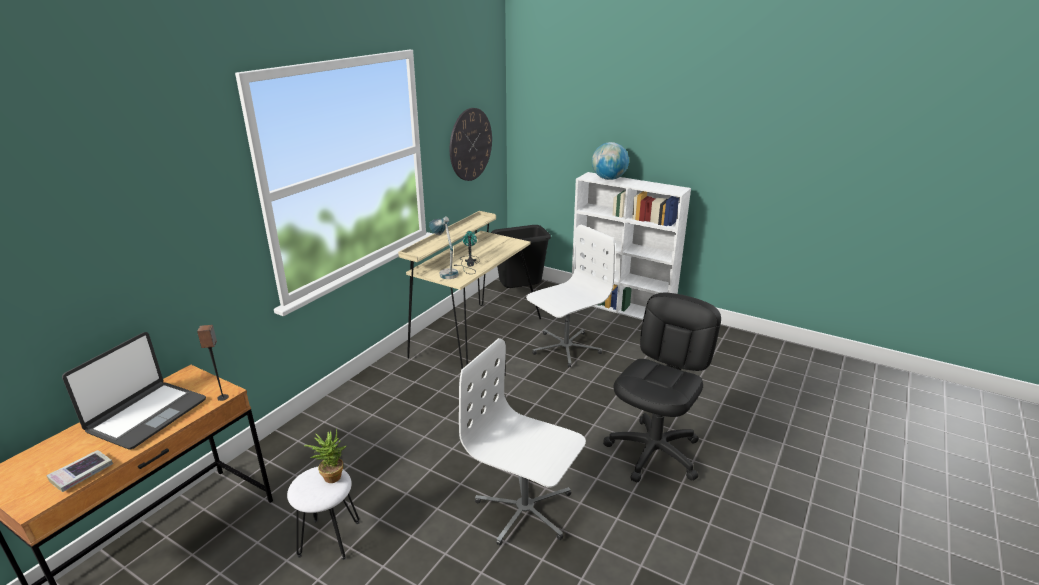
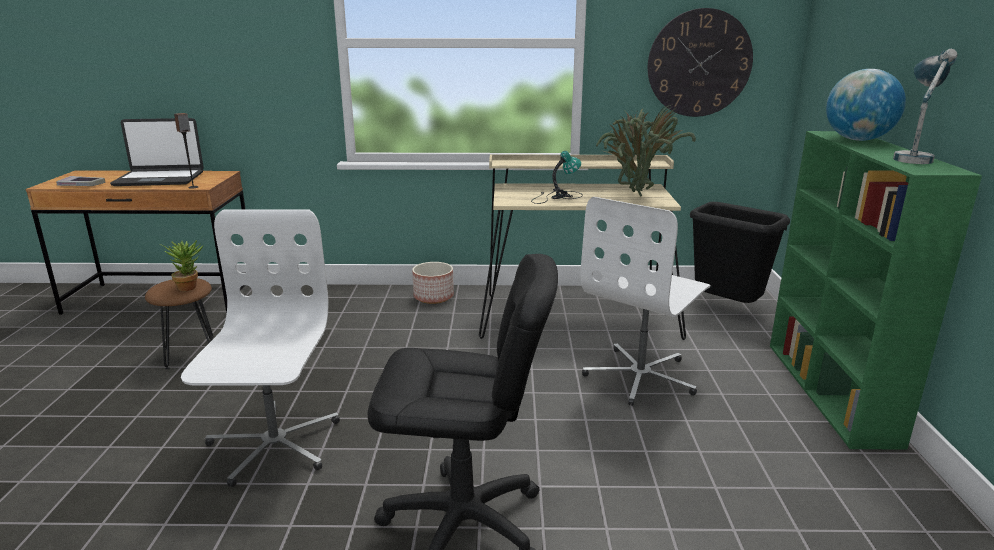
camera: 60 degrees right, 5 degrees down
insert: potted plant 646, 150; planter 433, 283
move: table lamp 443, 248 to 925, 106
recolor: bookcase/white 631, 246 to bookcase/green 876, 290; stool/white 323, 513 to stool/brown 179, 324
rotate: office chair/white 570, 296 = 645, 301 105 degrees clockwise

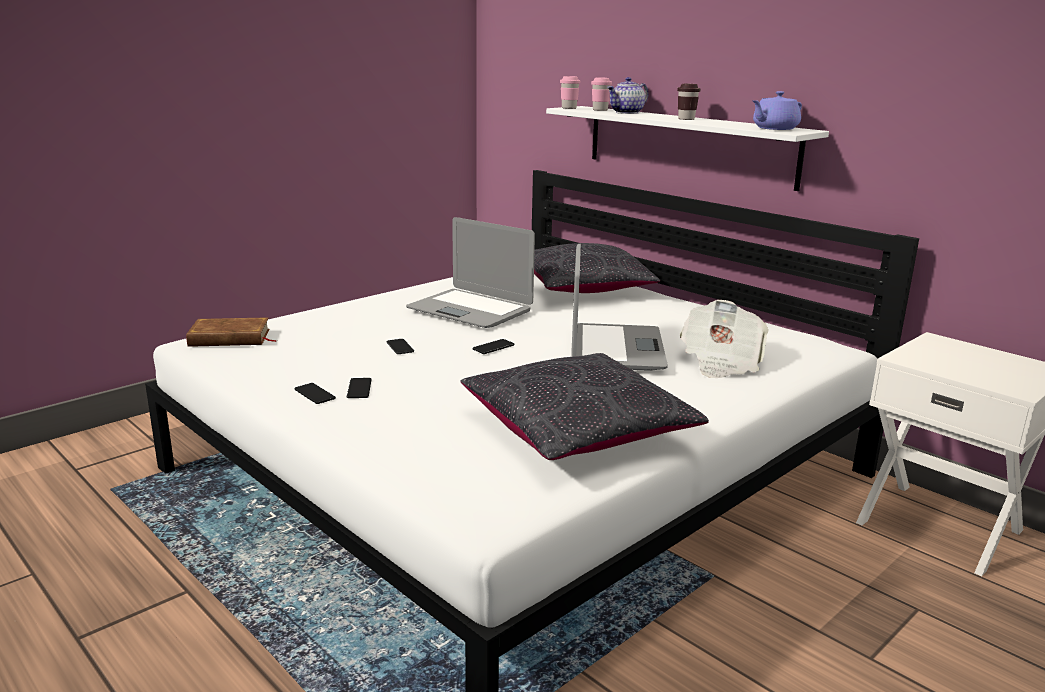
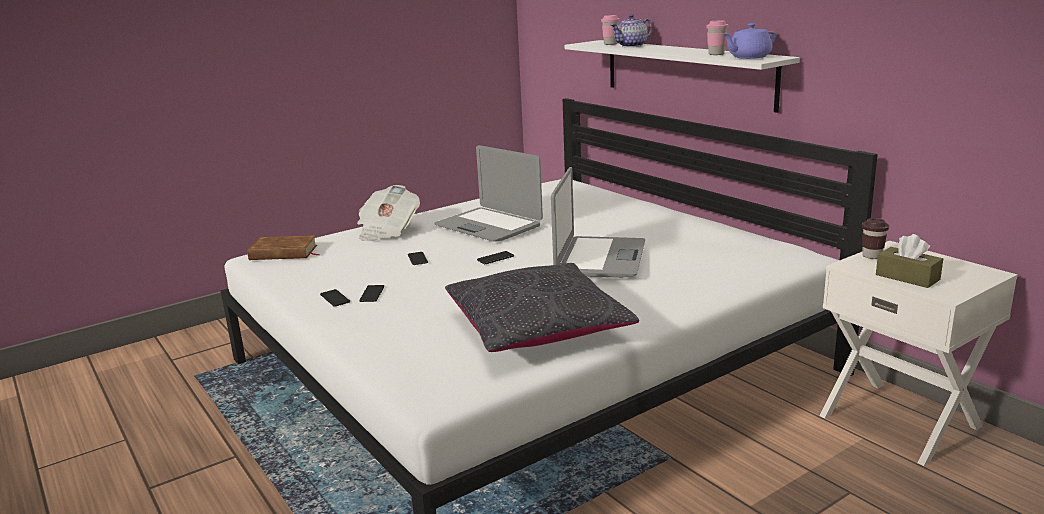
camera: 10 degrees right, 0 degrees up
delete: pillow/black 597, 268
insert: tissue box/brown 909, 261
move: cup/pink 570, 92 to 717, 37; cup/brown 689, 102 to 875, 238; newspaper 724, 339 to 388, 213

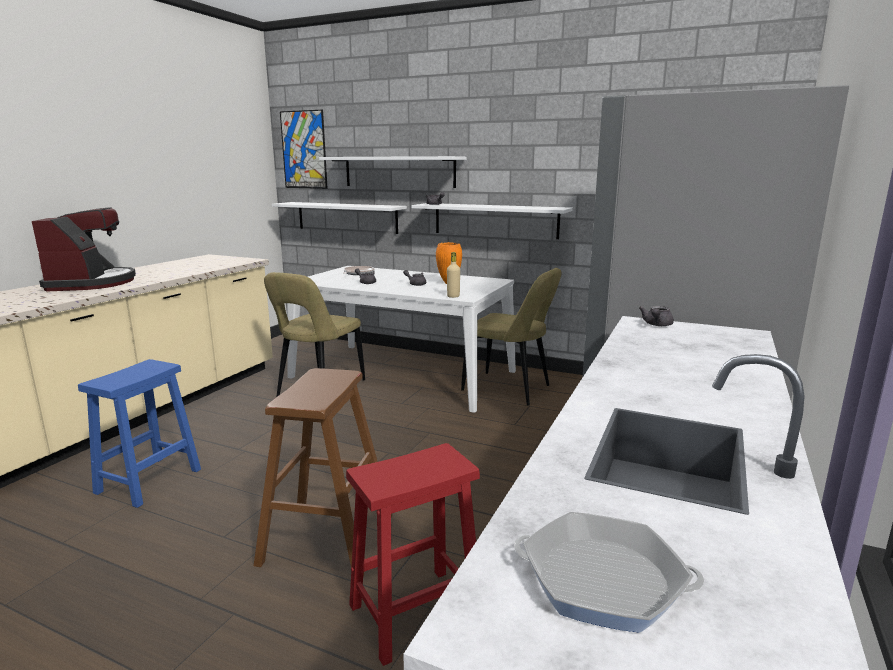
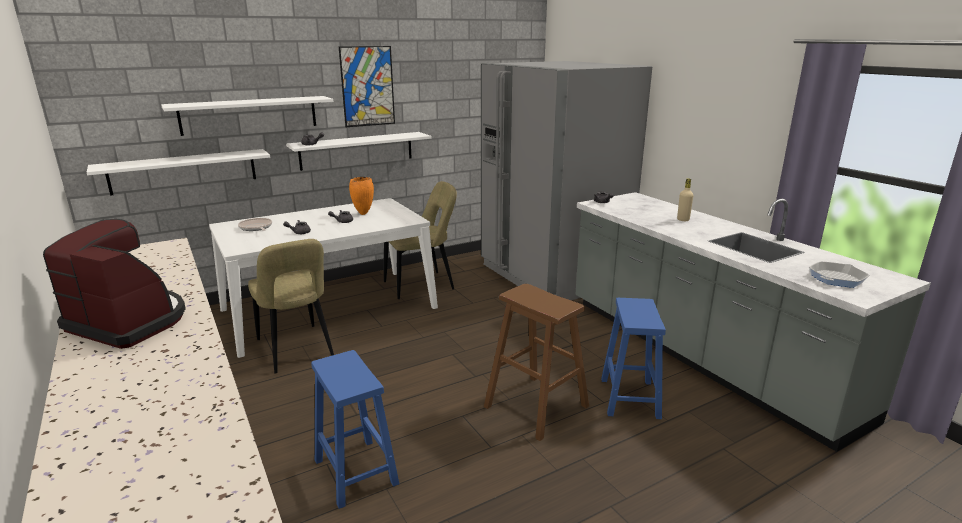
camera: 55 degrees left, 5 degrees up
move: picture 304, 149 to 367, 86; bottle/beige 453, 275 to 685, 199
recolor: stool/red 413, 554 to stool/blue 633, 358

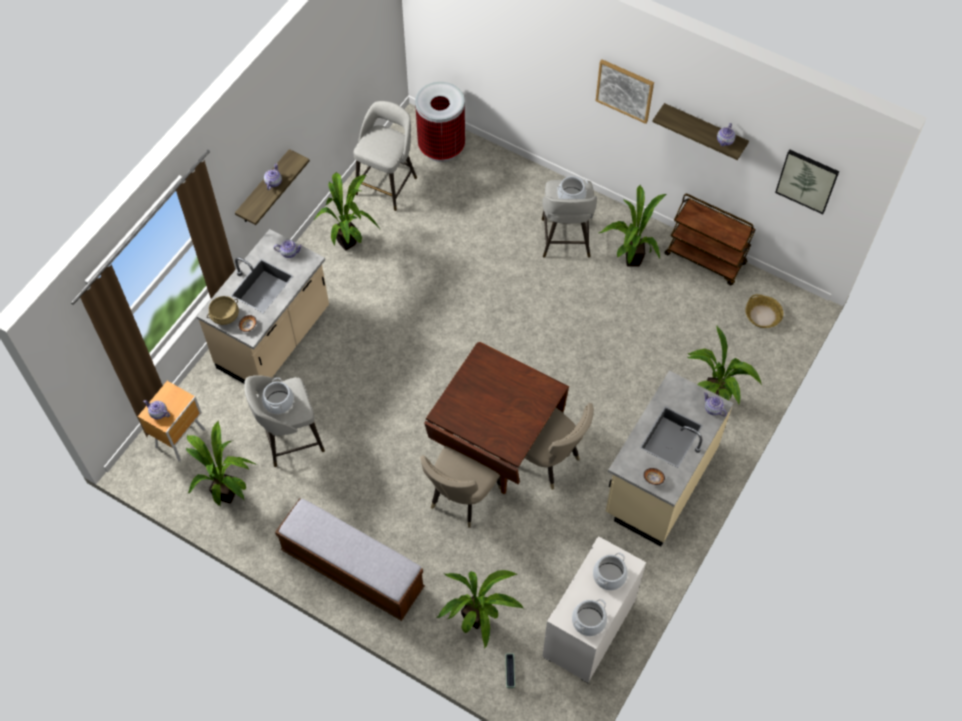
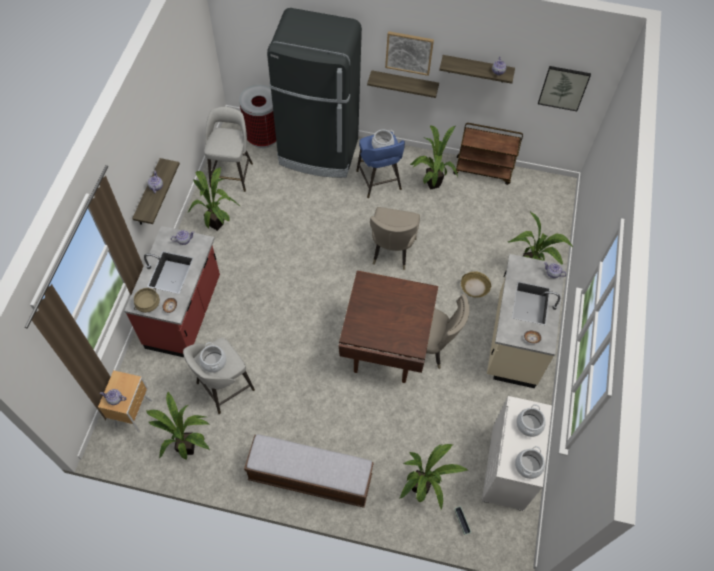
camera: 20 degrees left, 0 degrees up
insert: fridge/black 314, 93; shelf 403, 84
move: basket 764, 311 to 476, 284; chair/beige 460, 482 to 395, 238
recolor: stool/grey 569, 218 to stool/blue 380, 165; counter/beige 263, 306 to counter/red 172, 291

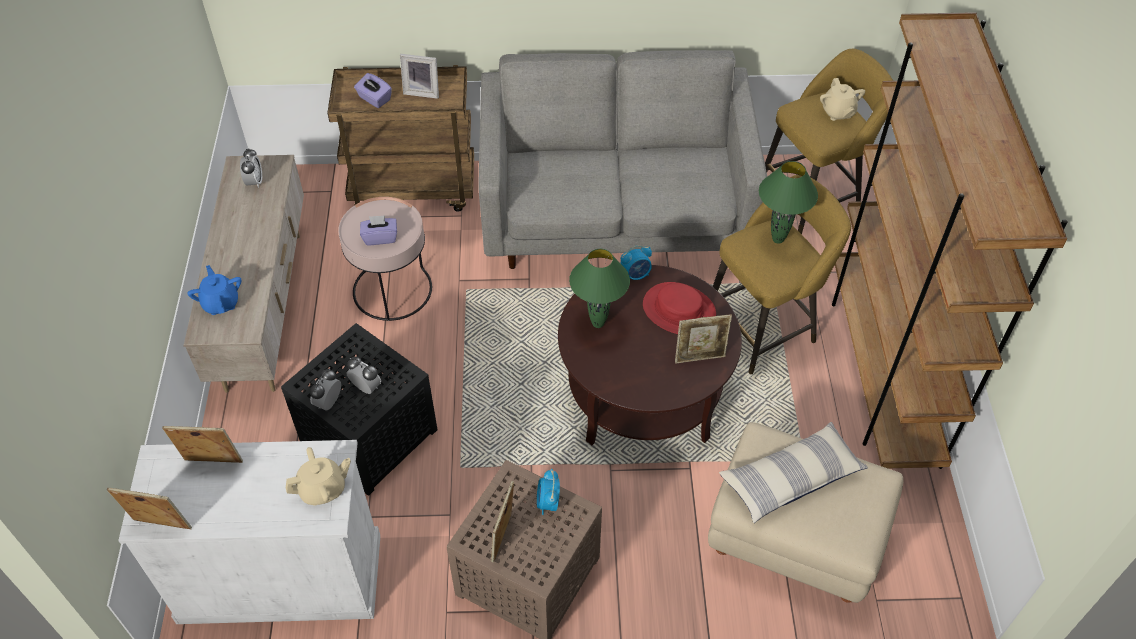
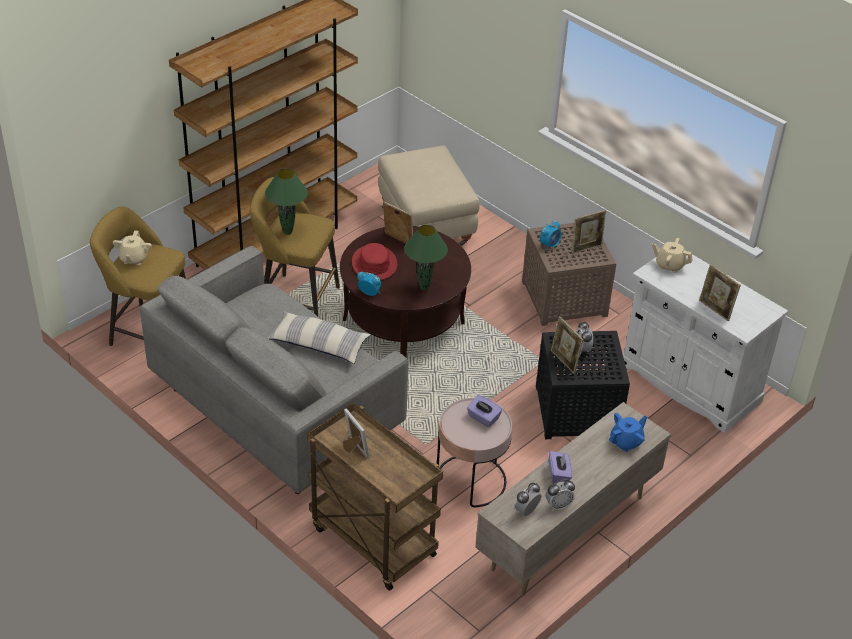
camera: 135 degrees left, 10 degrees down
move: tissue box/purple 373, 90 to 560, 467; alarm clock 325, 389 to 560, 495; pillow 793, 472 to 319, 337; picture frame 149, 508 to 567, 345
rotate: teapot/beige 842, 99 = 132, 248 150 degrees clockwise; teapot/blue 214, 290 = 628, 432 150 degrees counterclockwise

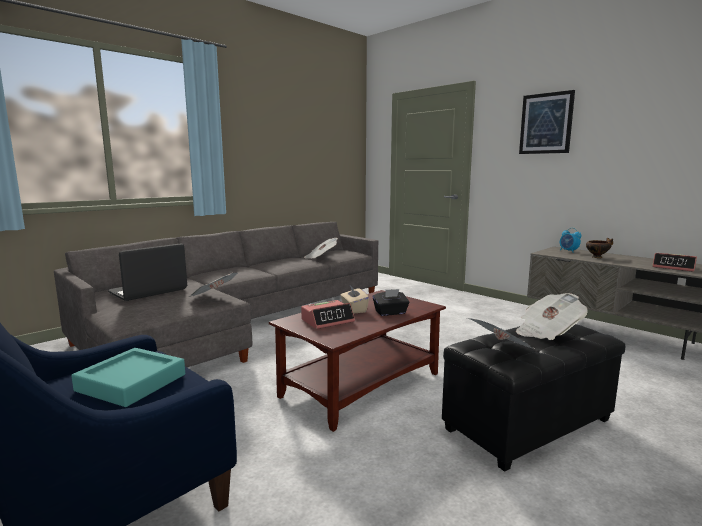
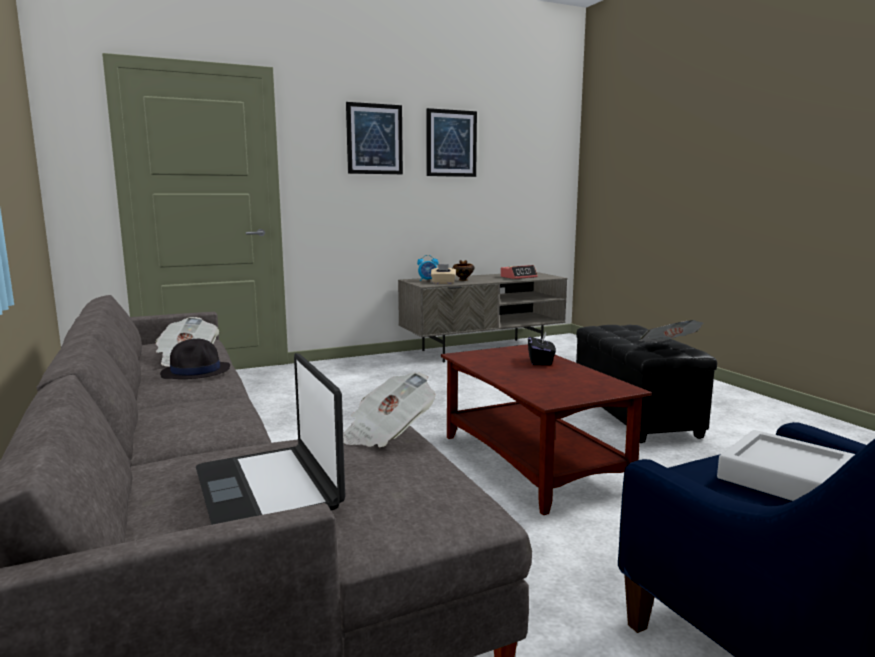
camera: 70 degrees left, 0 degrees up
delete: newspaper 552, 316; alarm clock 328, 314
insert: picture 451, 142; hat/black 195, 359
move: tissue box/beige 355, 299 to 443, 274
recolor: tray/turquoise 128, 377 to tray/grey 786, 465

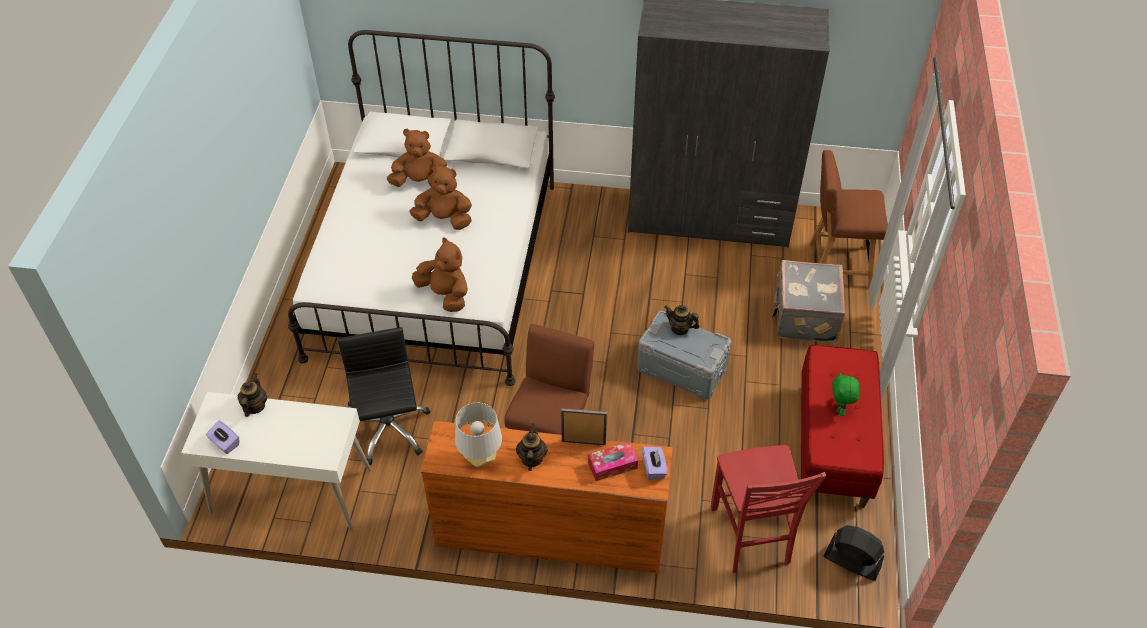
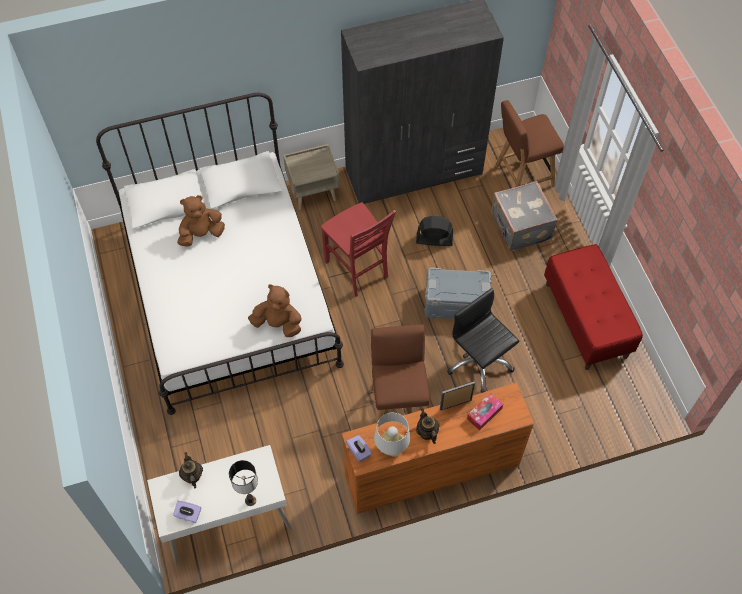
camera: 25 degrees left, 10 degrees up
delete: plush toy/brown 440, 197; teapot 682, 320; plush toy/green 846, 394
insert: nightstand/beige 311, 177; table lamp 243, 483
move: office chair/black 383, 396 to 483, 340; chair/red 768, 509 to 358, 249; tissue box/purple 654, 463 to 359, 448; fan/black 854, 553 to 434, 231

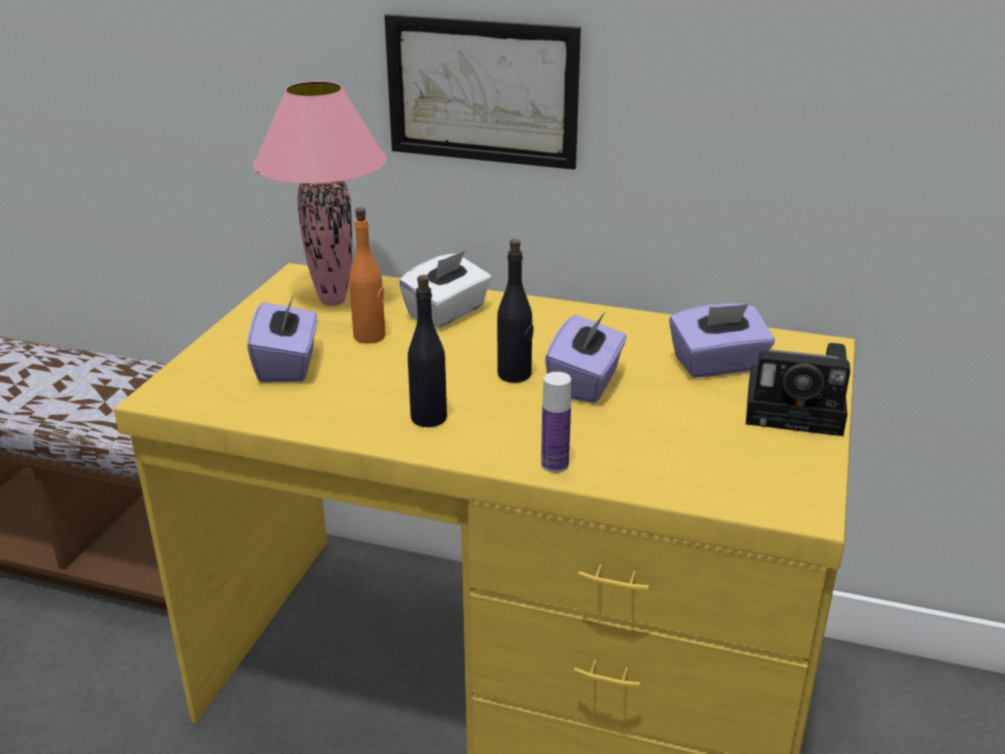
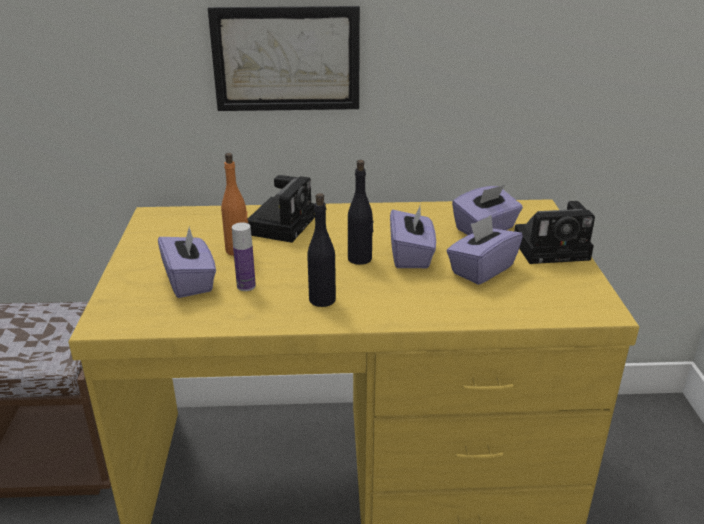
camera: 20 degrees left, 0 degrees up
delete: table lamp/pink 319, 193
insert: tissue box/purple 485, 250
move: bottle 556, 422 to 244, 256
replace: tissue box/white 445, 289 to photo camera 281, 209

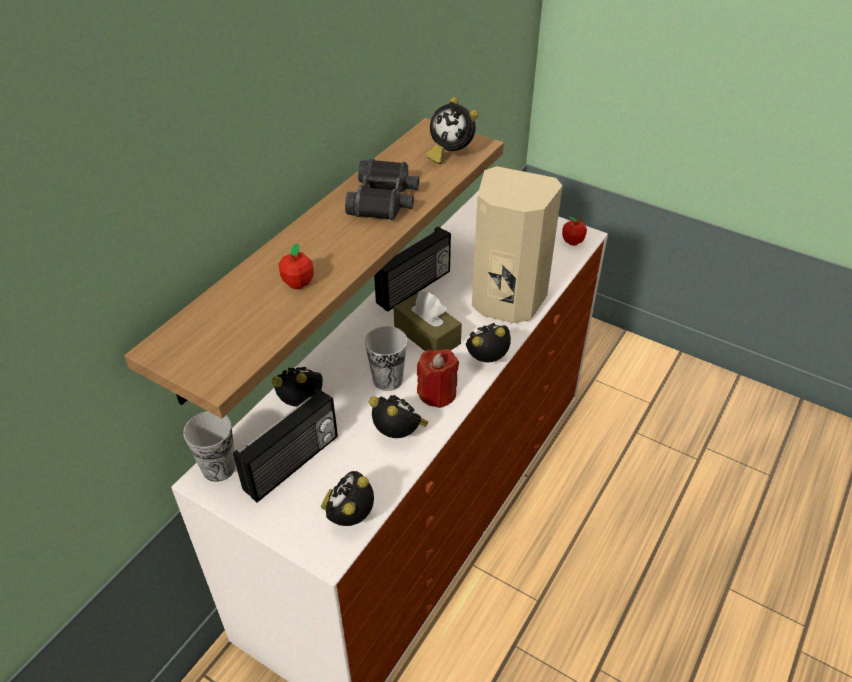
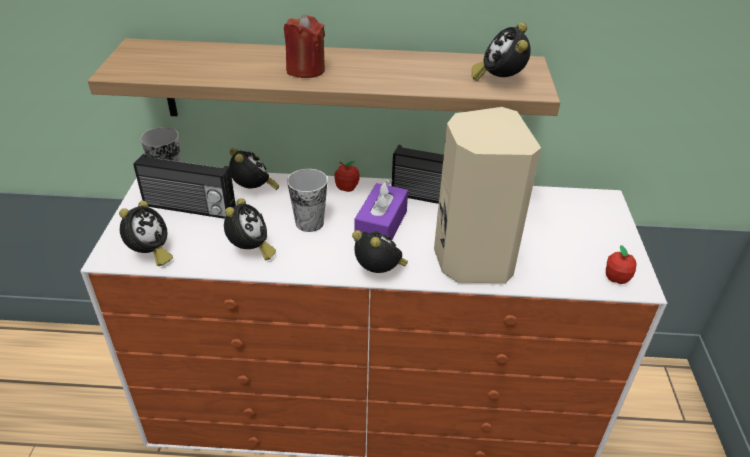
camera: 60 degrees right, 5 degrees down
delete: binoculars/black 382, 189
move: apple 296, 266 to 347, 176; candle/red 438, 378 to 304, 46
recolor: tissue box/brown 428, 321 to tissue box/purple 381, 210
rotate: alarm clock 347, 498 = 146, 233 120 degrees clockwise

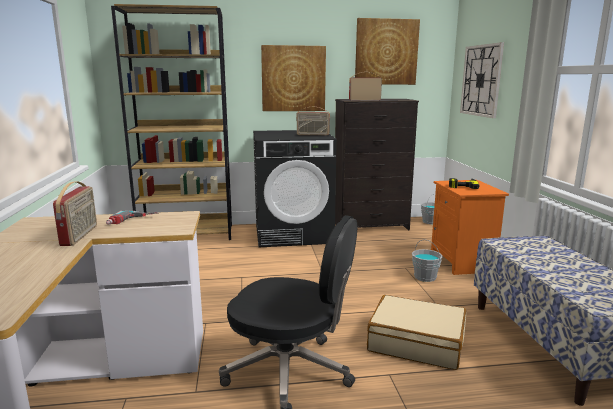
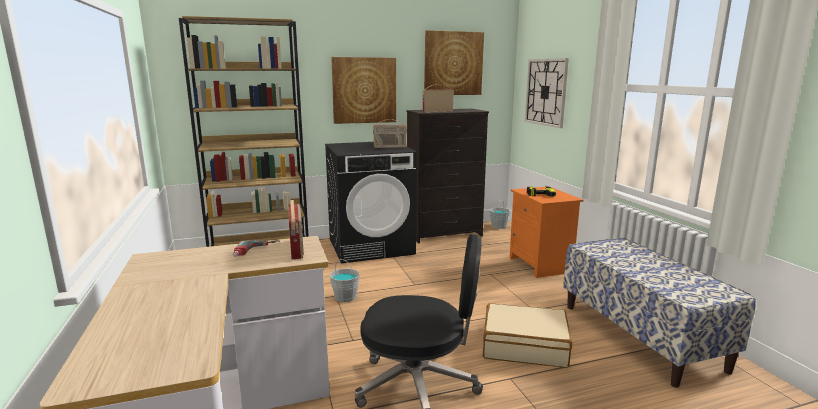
camera: 10 degrees left, 0 degrees up
move: radio 75, 214 to 296, 229; bucket/grey 427, 260 to 344, 280

